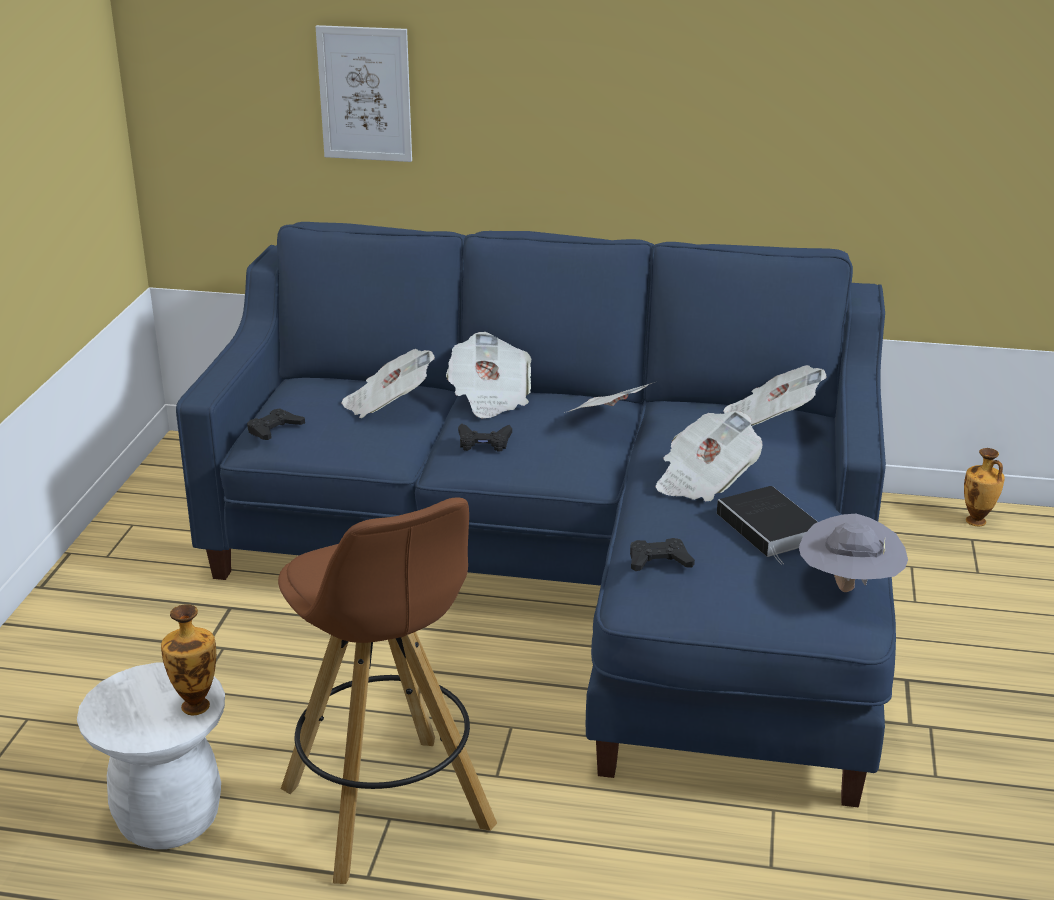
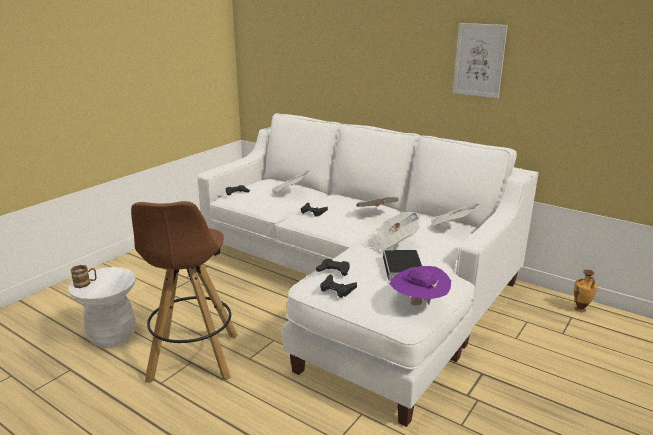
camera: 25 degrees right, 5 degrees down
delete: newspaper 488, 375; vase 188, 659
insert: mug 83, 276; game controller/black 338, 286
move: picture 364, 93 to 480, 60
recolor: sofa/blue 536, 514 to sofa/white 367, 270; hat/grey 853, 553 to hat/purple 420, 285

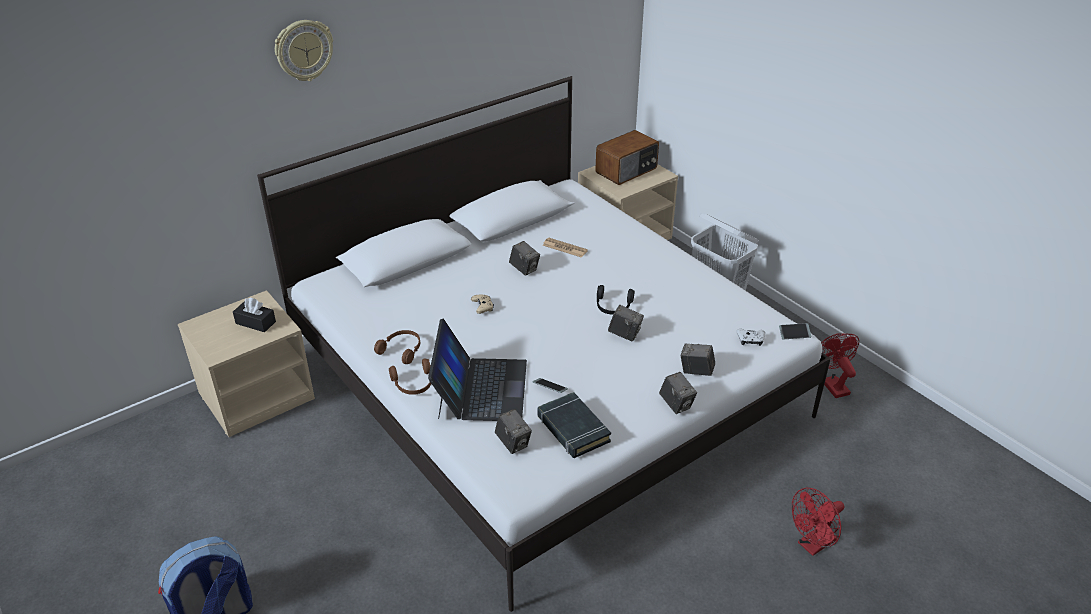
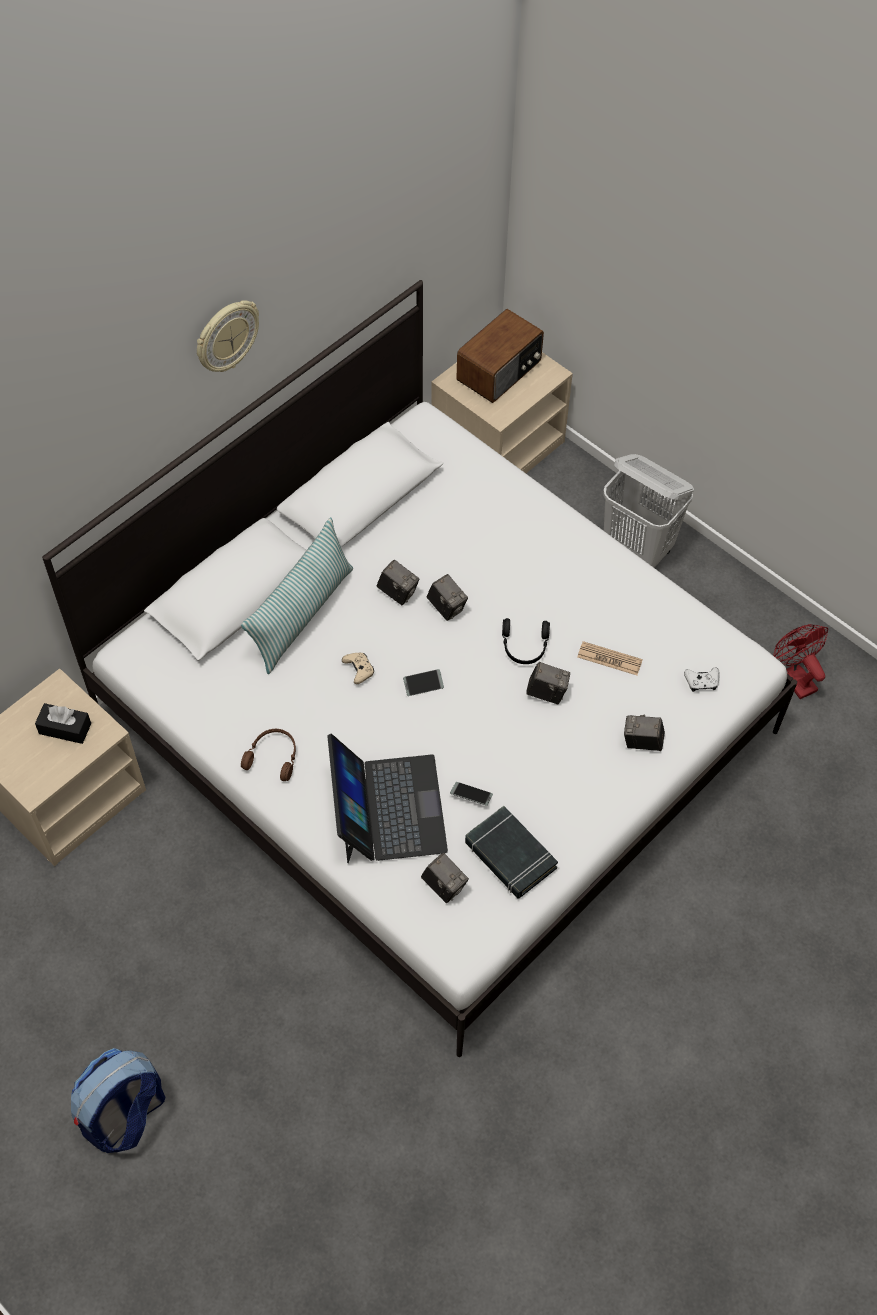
camera: 10 degrees left, 20 degrees up
delete: headphones/brown 410, 377; fan/red 818, 522
insert: pillow 297, 595
move: wall clock 304, 50 to 228, 336; newspaper 565, 248 to 610, 658; phone 795, 331 to 423, 682; photo camera 678, 393 to 447, 597

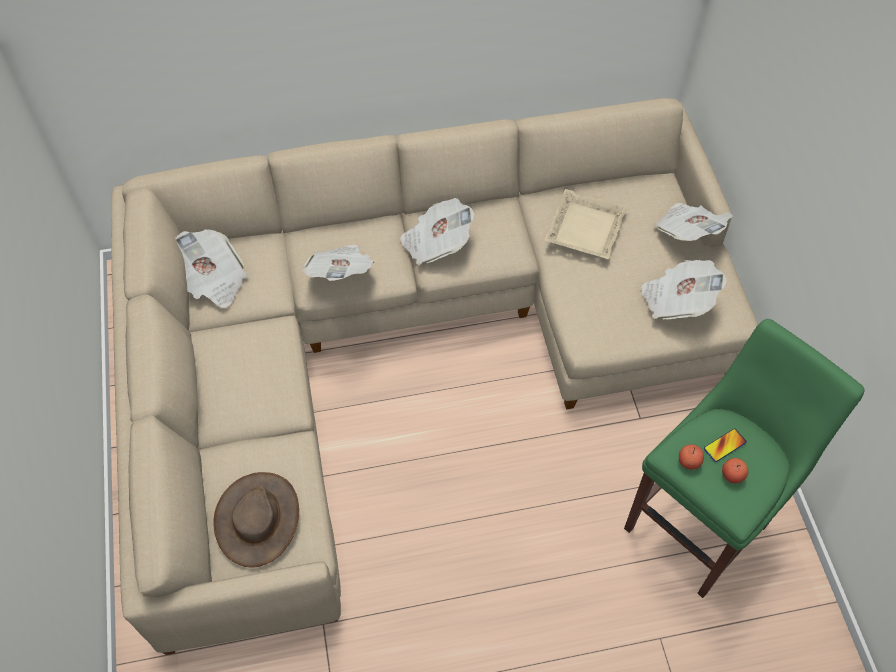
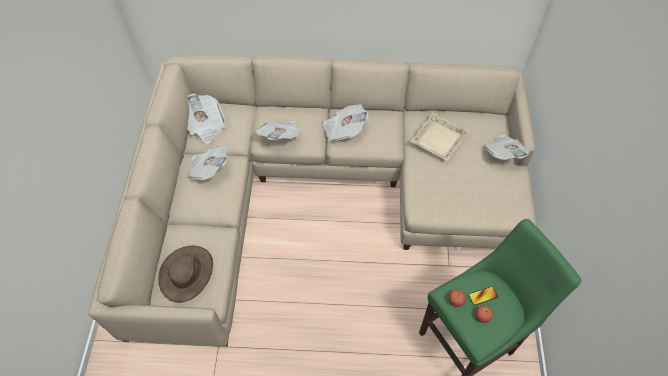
camera: 15 degrees right, 0 degrees up
move: newspaper 684, 289 to 207, 163

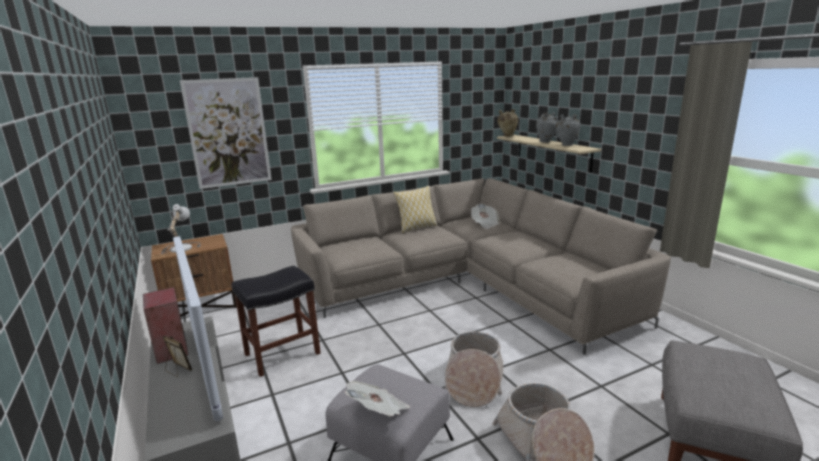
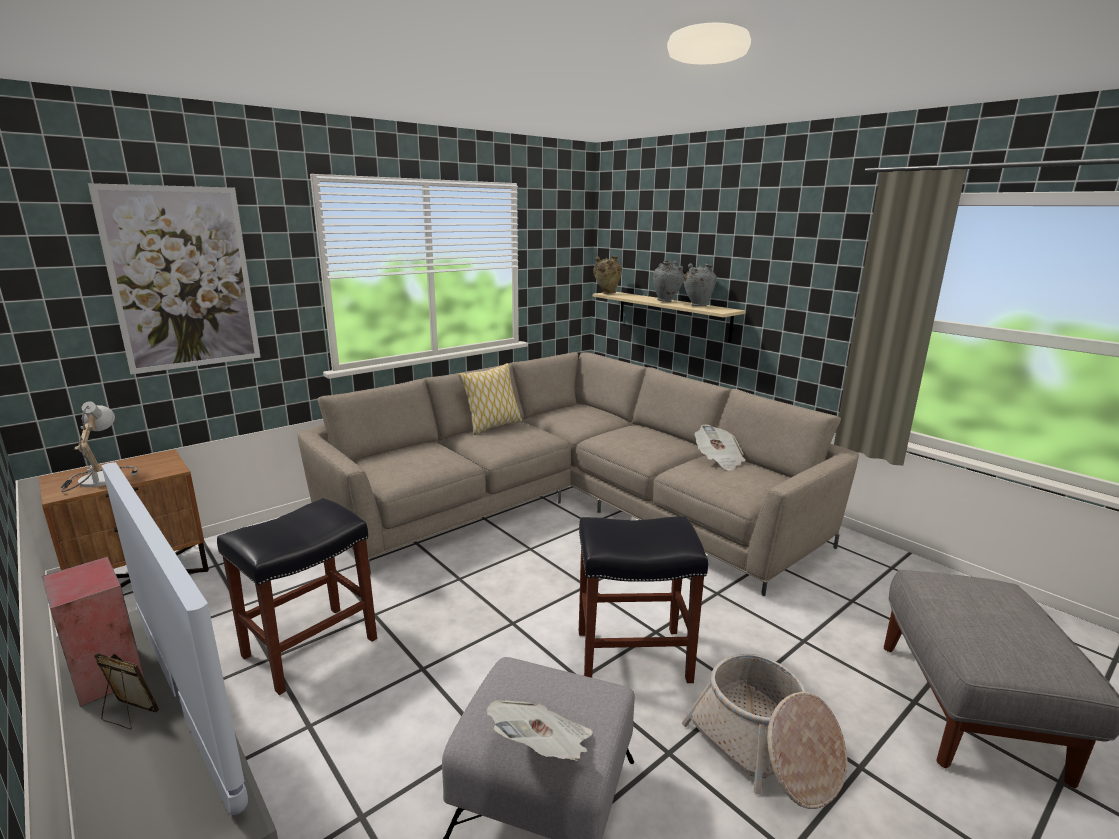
camera: 15 degrees left, 0 degrees up
move: newspaper 485, 216 to 720, 447
replace: basket 474, 369 to stool/black 643, 599

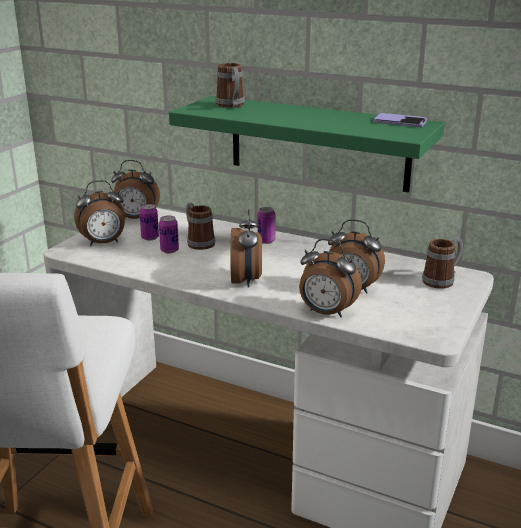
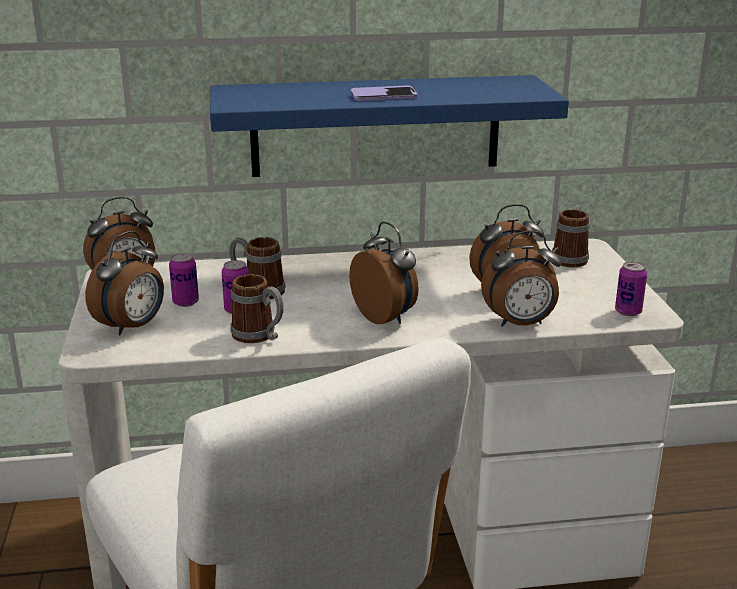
camera: 35 degrees left, 0 degrees up
move: mug 230, 85 to 257, 308; phone 400, 120 to 384, 93; can 267, 225 to 631, 288
recolor: shelf/green 307, 144 to shelf/blue 389, 126

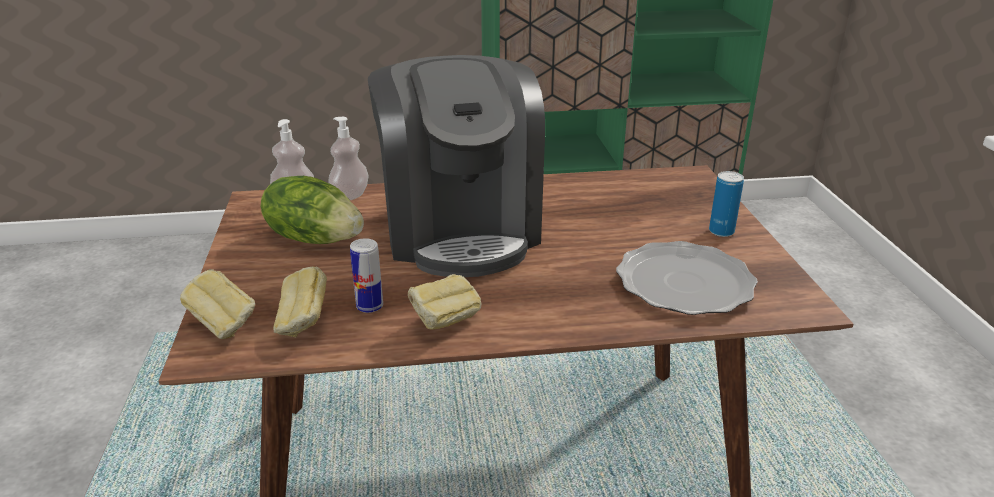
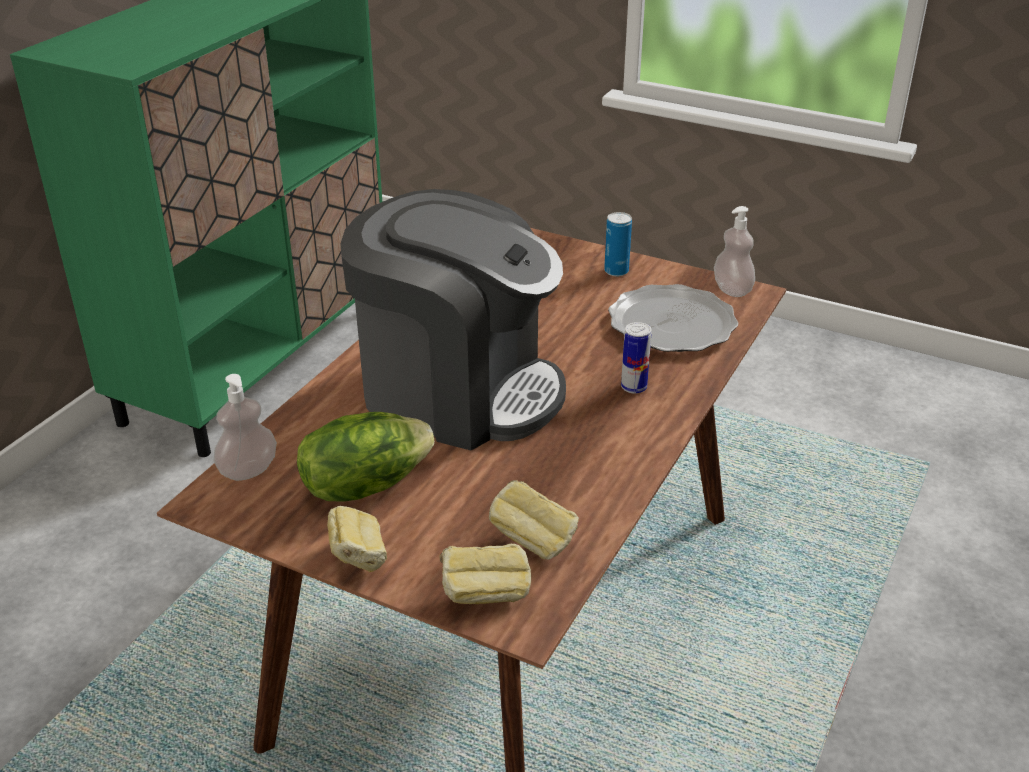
camera: 55 degrees left, 5 degrees up
move: soap dispenser 348, 158 to 734, 251; can 366, 275 to 636, 358; bread 444, 301 to 357, 539

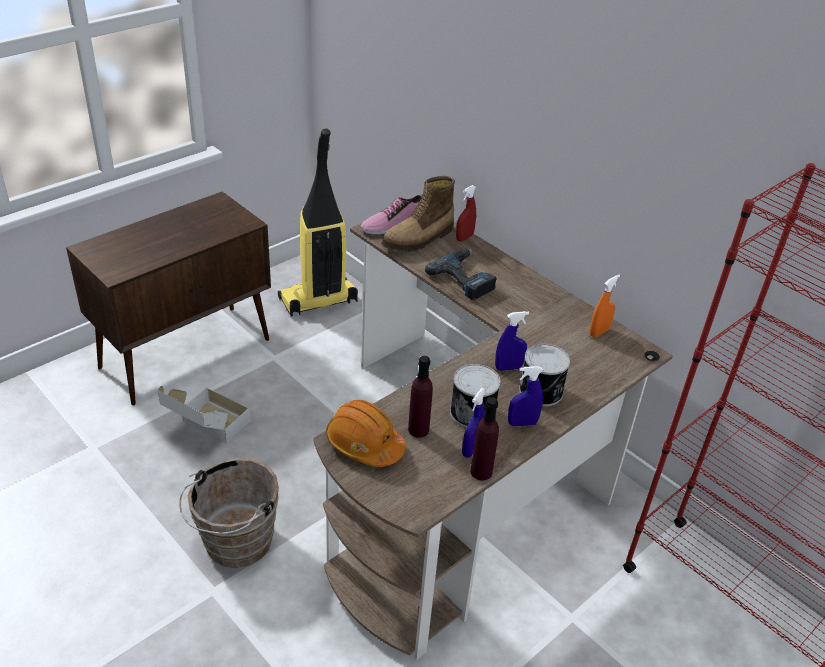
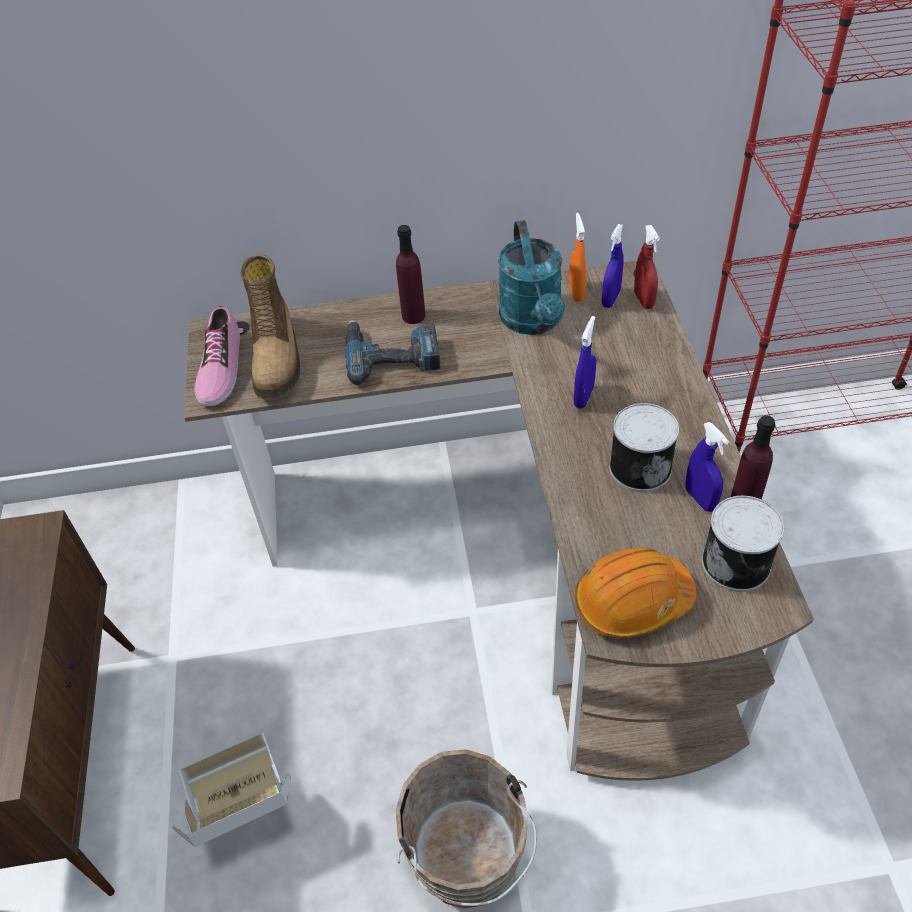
camera: 50 degrees left, 10 degrees up
delete: vacuum cleaner 318, 222
insert: watering can/turquoise 531, 277
move: spray bottle/red 466, 213 to 647, 267; can 544, 375 to 743, 544; bottle/purple 420, 397 to 410, 274; spray bottle/blue 525, 396 to 613, 266

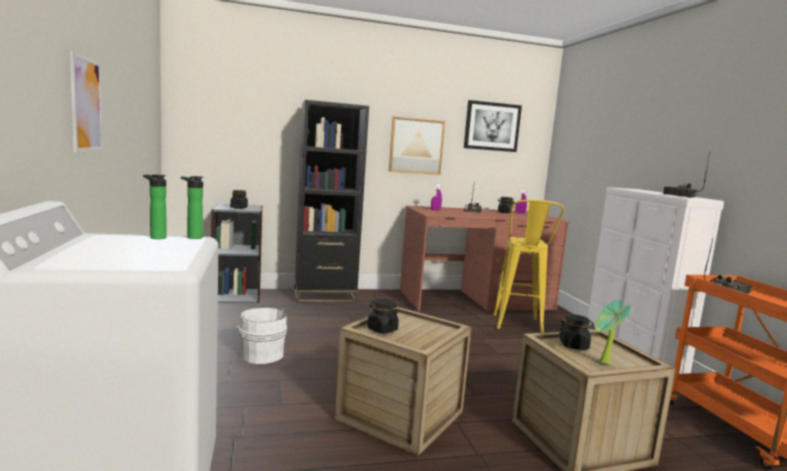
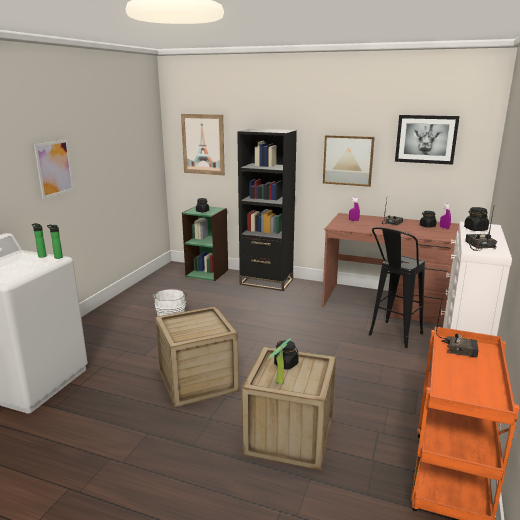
camera: 35 degrees right, 10 degrees up
insert: picture 203, 144
move: jar/black 383, 316 to 476, 219
recolor: stool/yellow 528, 266 to stool/black 397, 287; bookcase/grey 237, 253 to bookcase/green 205, 243

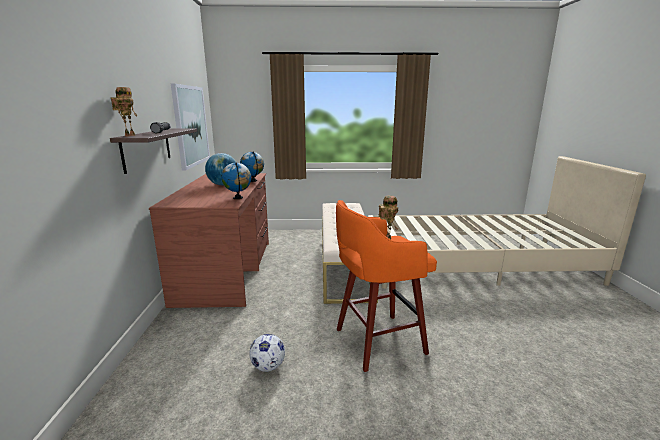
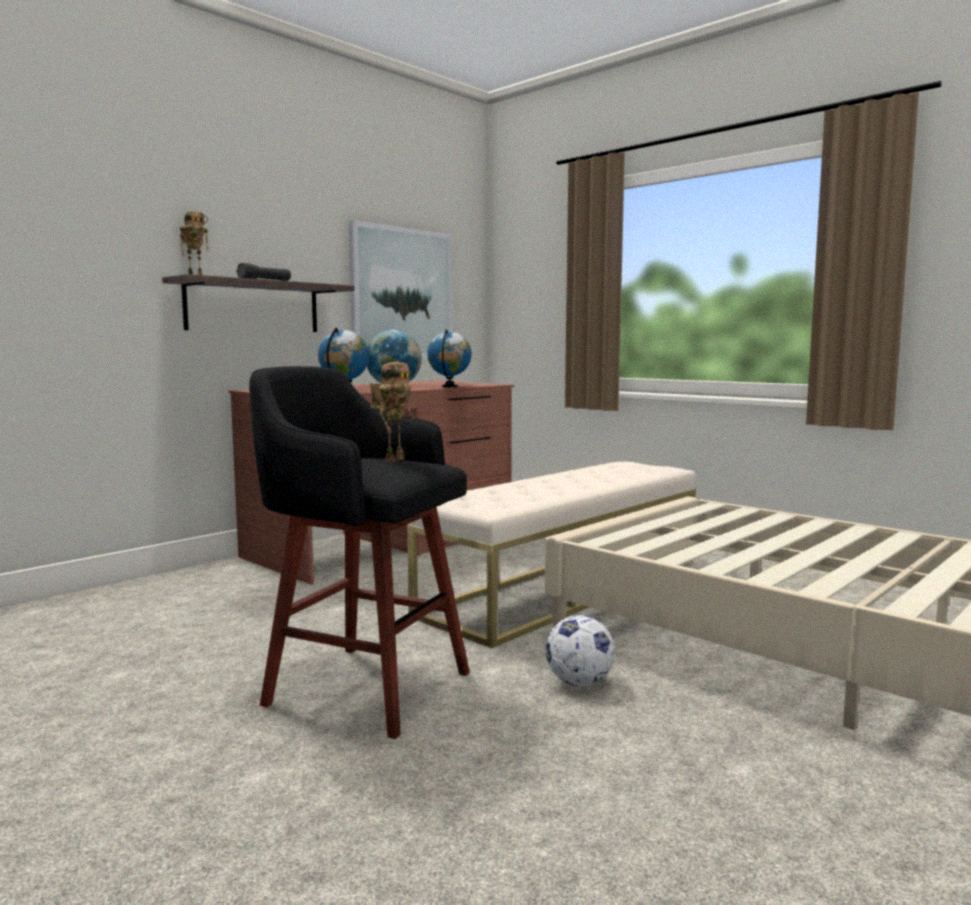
camera: 45 degrees right, 10 degrees down
move: football 267, 353 to 580, 650
recolor: stool/orange 386, 286 to stool/black 359, 552

